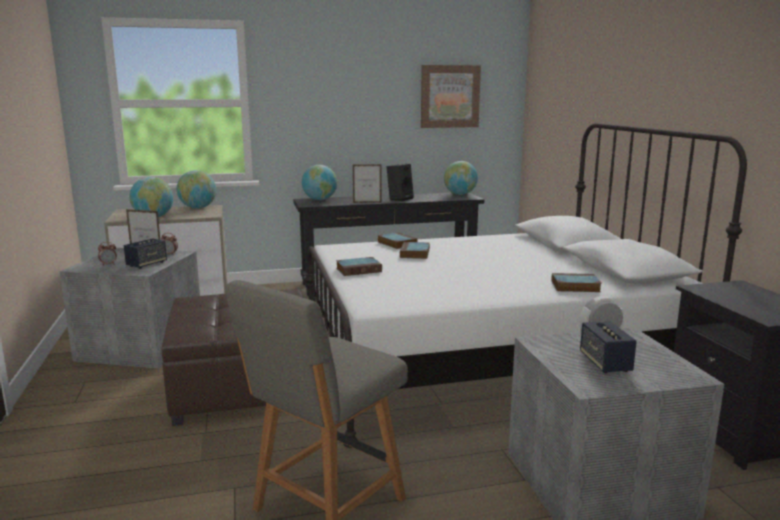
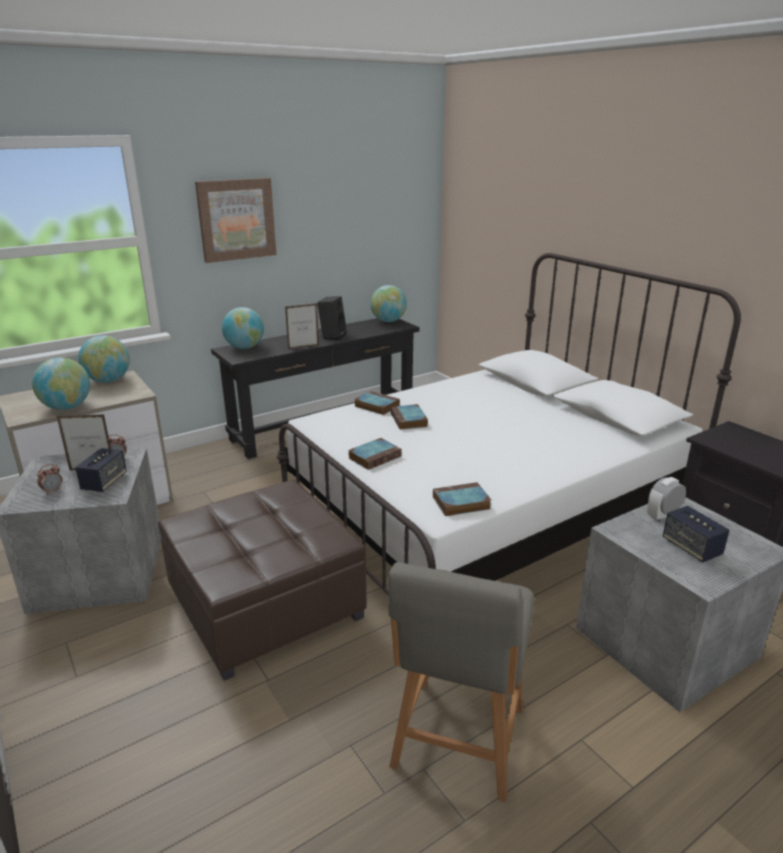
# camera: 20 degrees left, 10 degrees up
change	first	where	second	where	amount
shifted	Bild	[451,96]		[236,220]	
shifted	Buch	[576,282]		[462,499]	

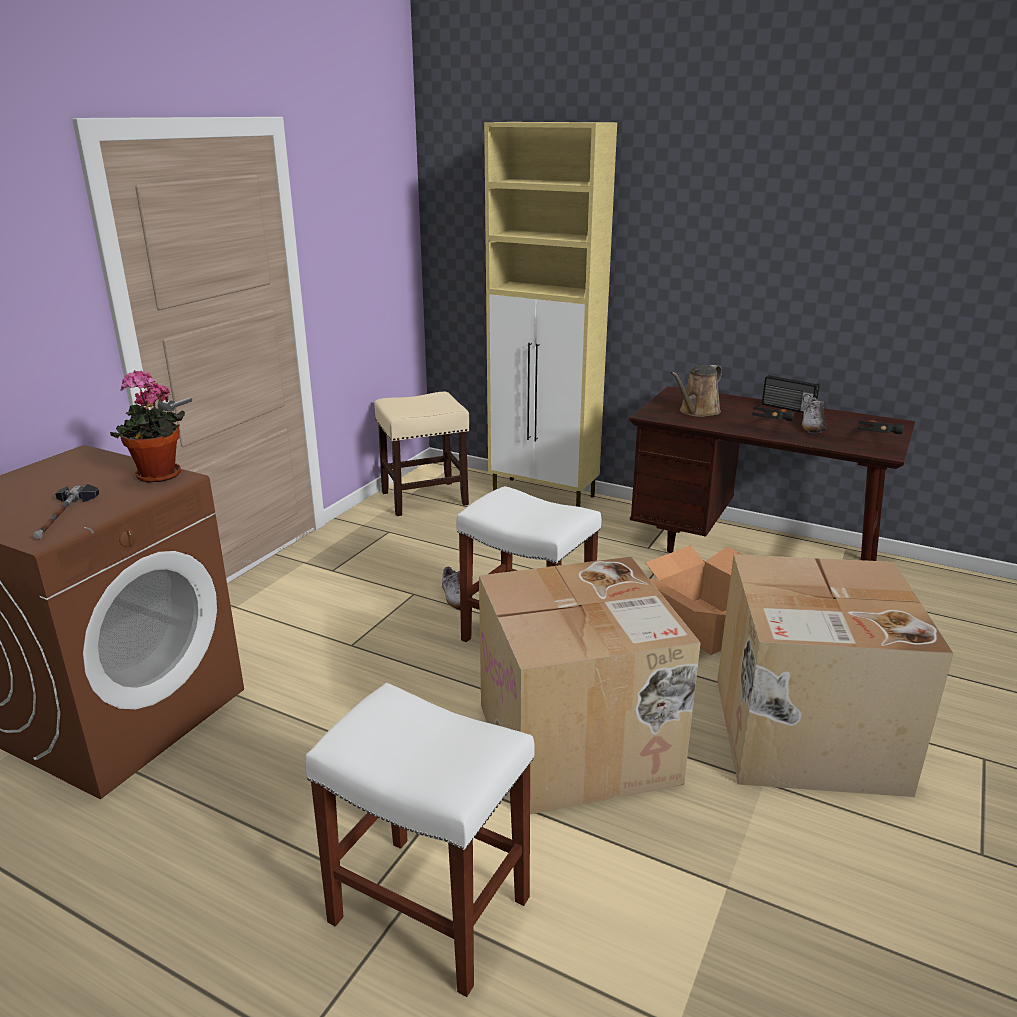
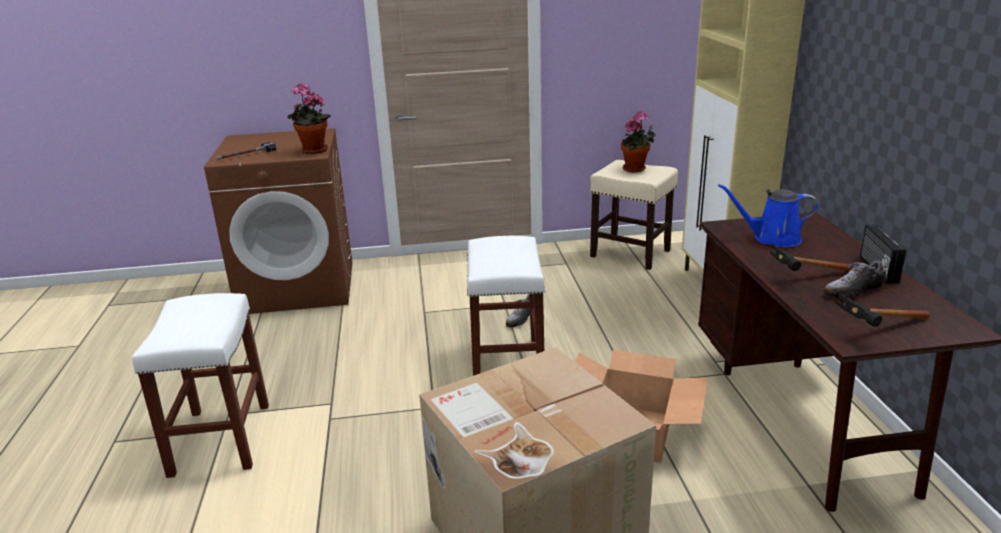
# camera: 55 degrees right, 0 degrees up
change	first	where	second	where	amount
repainted	Gießkanne (braun)	[696,391]	Gießkanne (blau)	[768,215]	
gone	Karton	[590,685]			
new			Topfpflanze	[638,141]	

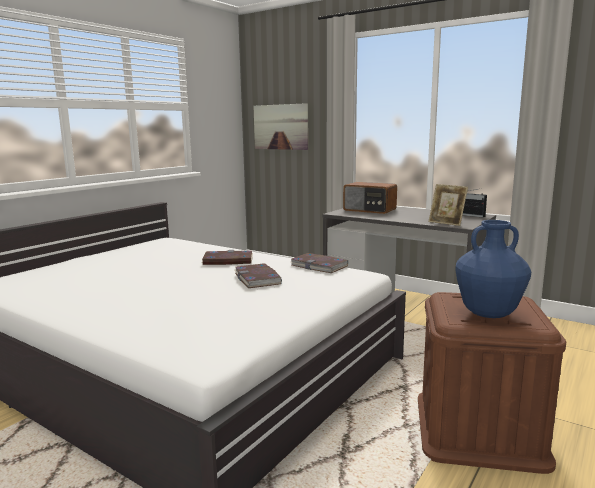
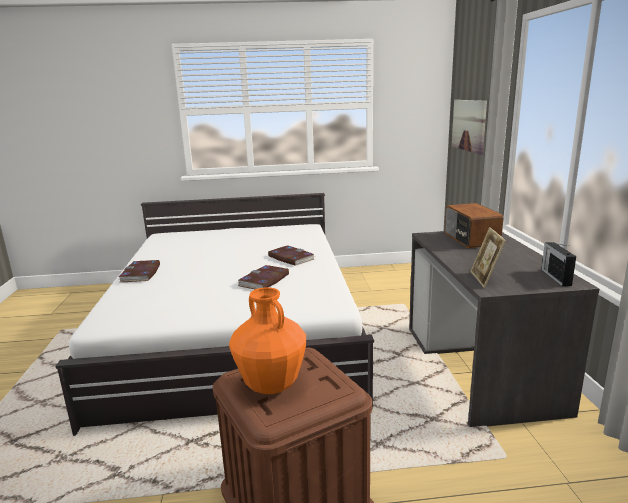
# camera: 50 degrees right, 5 degrees up
change	first	where	second	where	amount
repainted	Vase (blau)	[493,269]	Vase (orange)	[267,340]	
shifted	Buch	[319,263]		[139,271]	

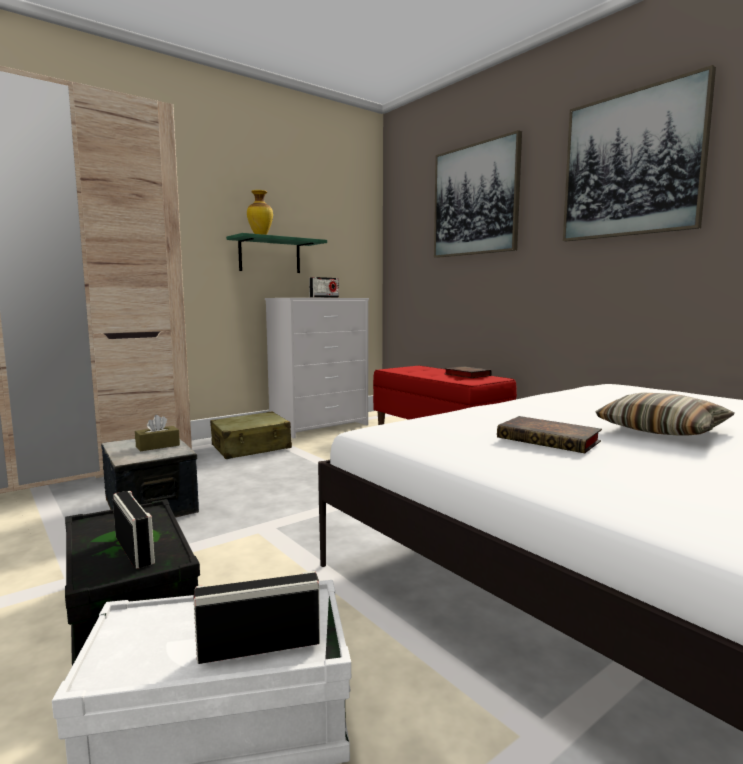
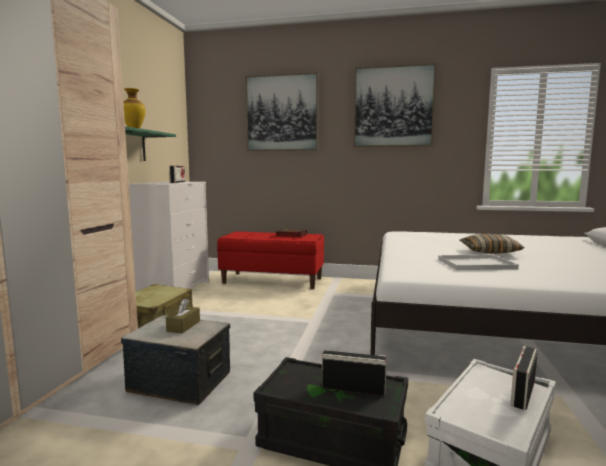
# camera: 40 degrees left, 0 degrees up
change	first	where	second	where	amount
swapped	Buch	[549,434]	Tablett (weiß)	[478,262]	

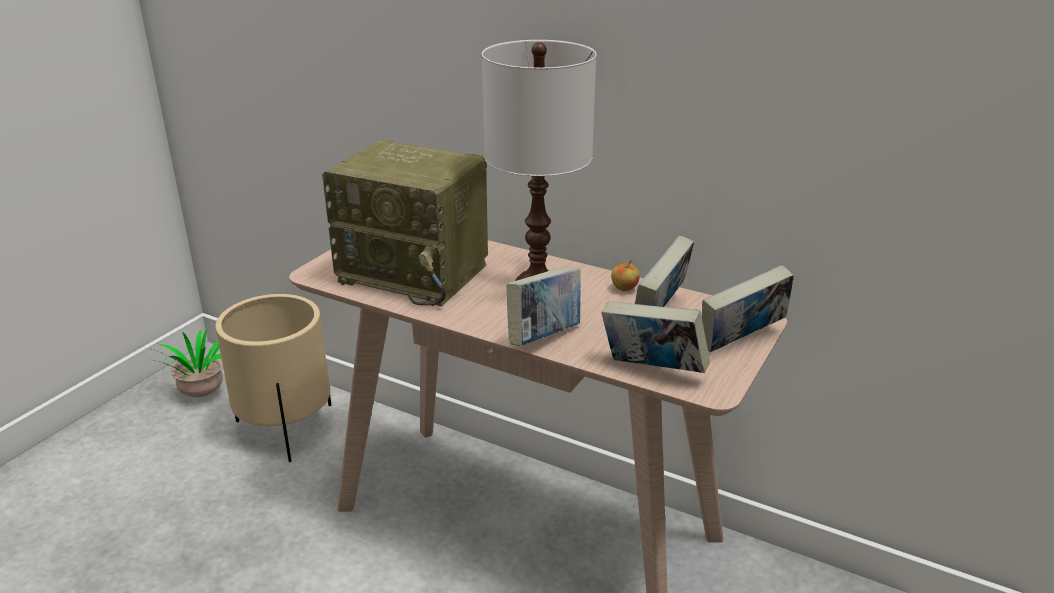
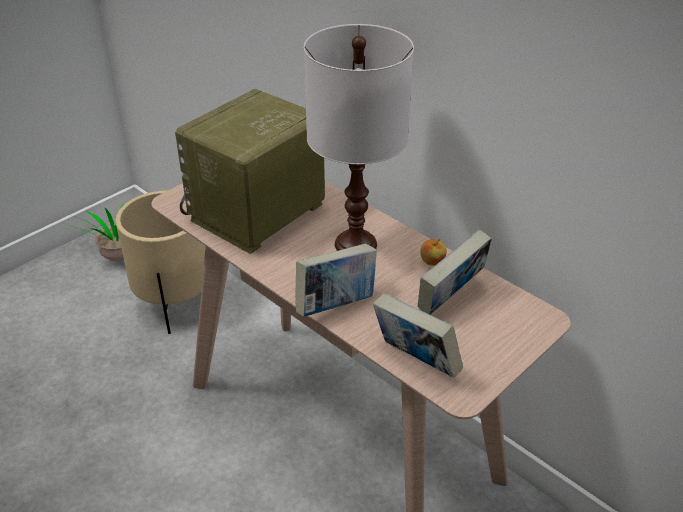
# camera: 15 degrees right, 10 degrees up
change	first	where	second	where	amount
rotated	Radio	[405,223]		[250,171]	90 degrees clockwise
gone	Buch	[748,308]			

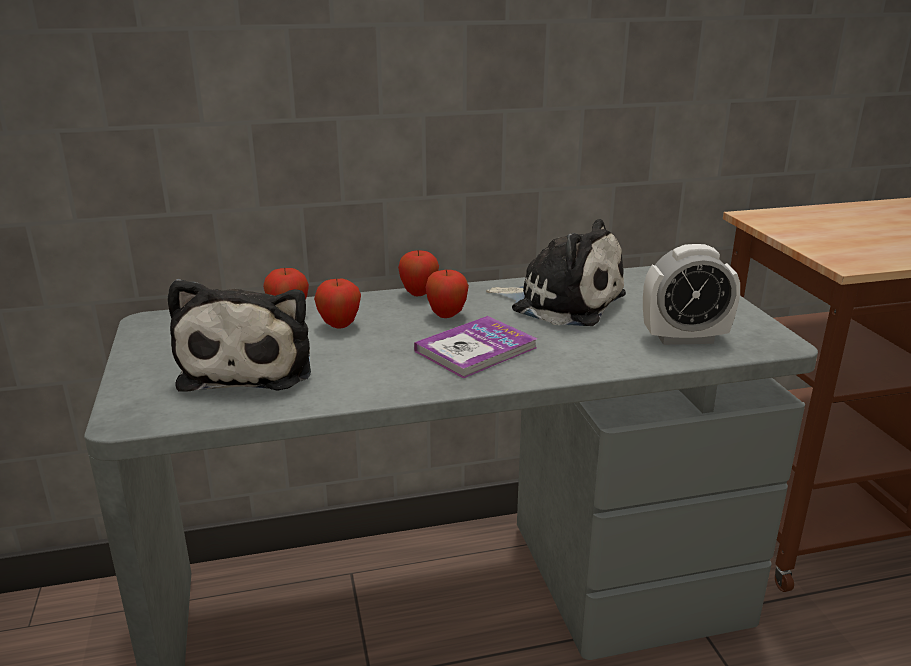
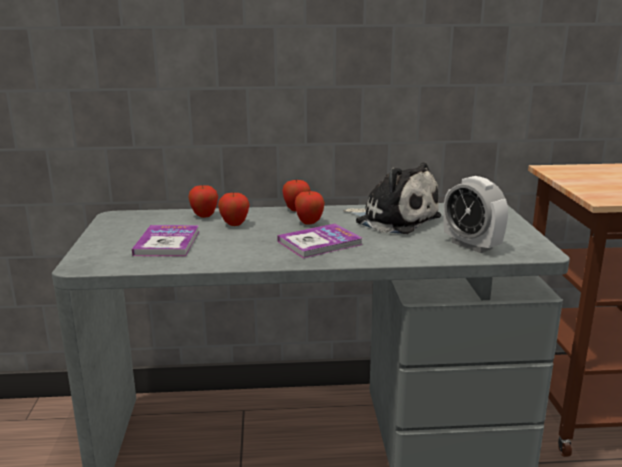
# camera: 10 degrees right, 5 degrees down
change	first	where	second	where	amount
rotated	Wecker	[691,294]		[475,214]	45 degrees clockwise
swapped	Plüschtier	[239,335]	Buch	[165,240]	

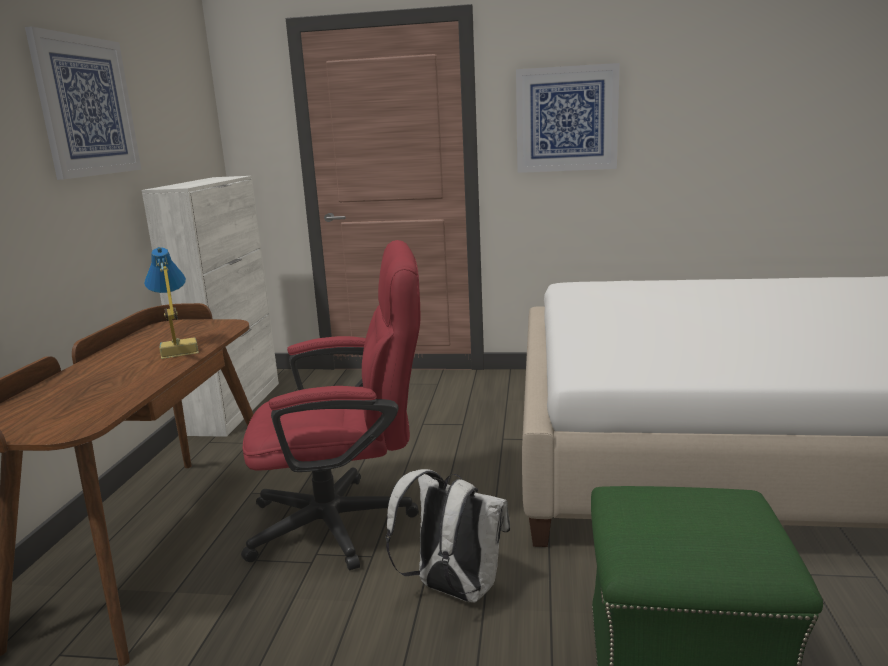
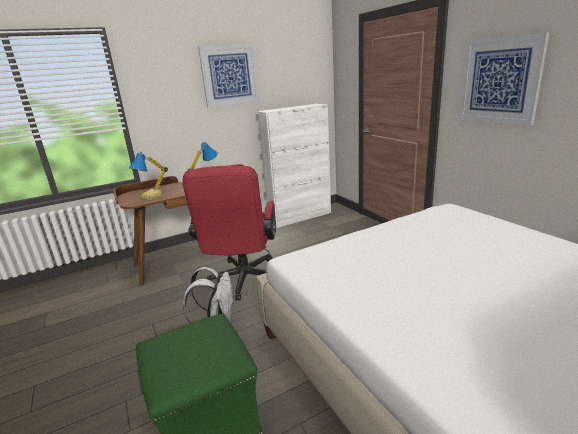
# camera: 55 degrees right, 5 degrees up
change	first	where	second	where	amount
rotated	Bürostuhl (rot)	[331,405]		[229,233]	45 degrees clockwise
new			Tischlampe	[148,176]	

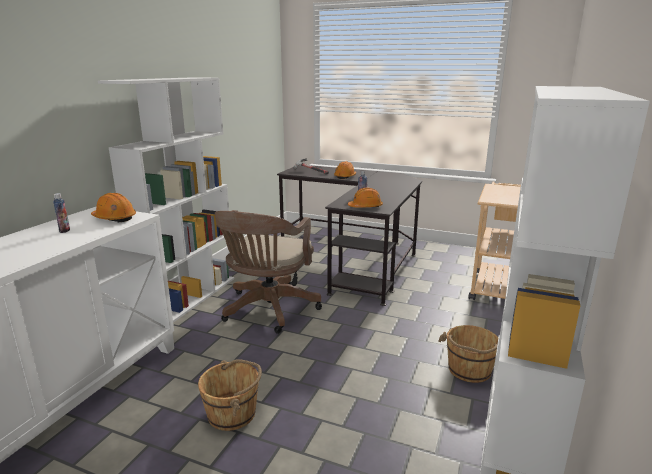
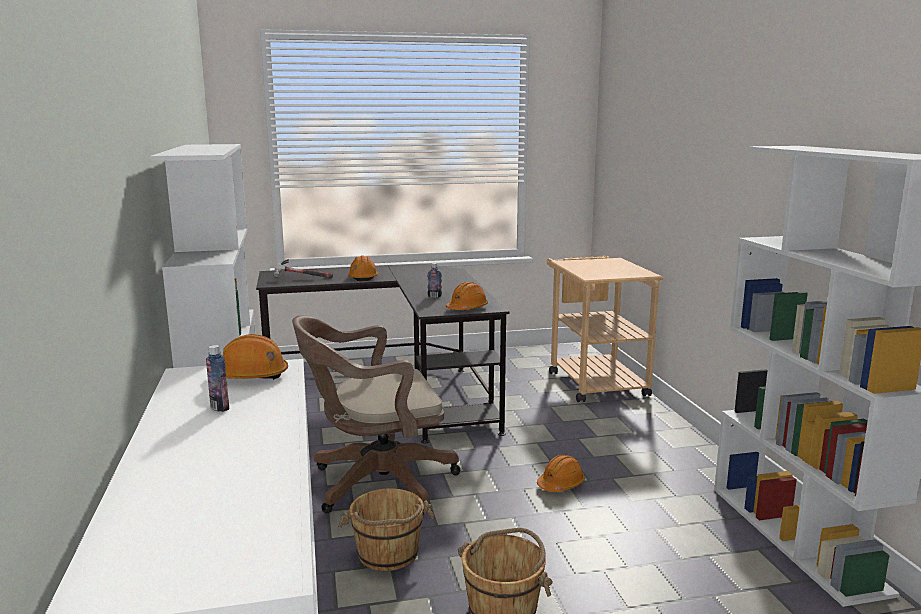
# camera: 35 degrees left, 5 degrees down
change	first	where	second	where	amount
rotated	Bürostuhl (braun)	[268,272]		[376,415]	90 degrees clockwise
shifted	Eimer (braun)	[468,354]		[386,530]	
new			Schutzhelm (orange)	[561,473]	

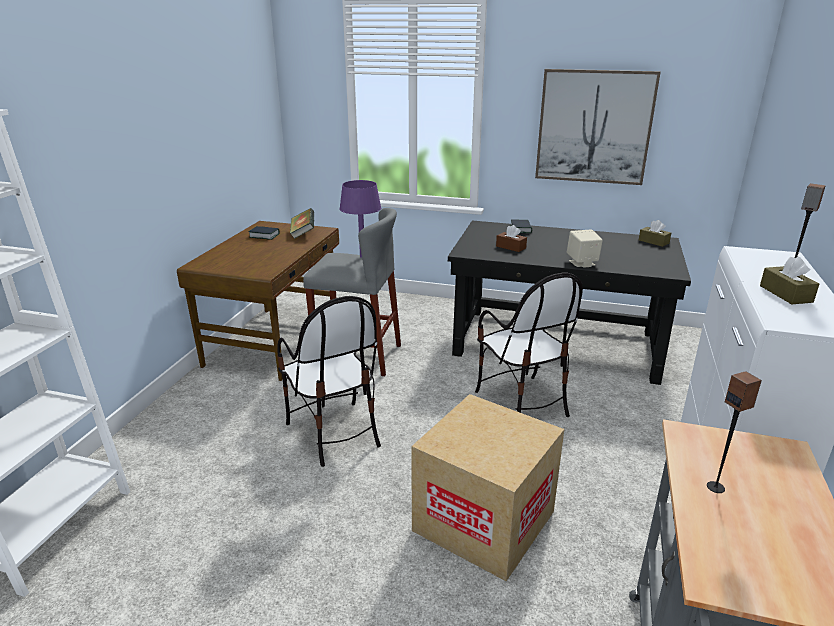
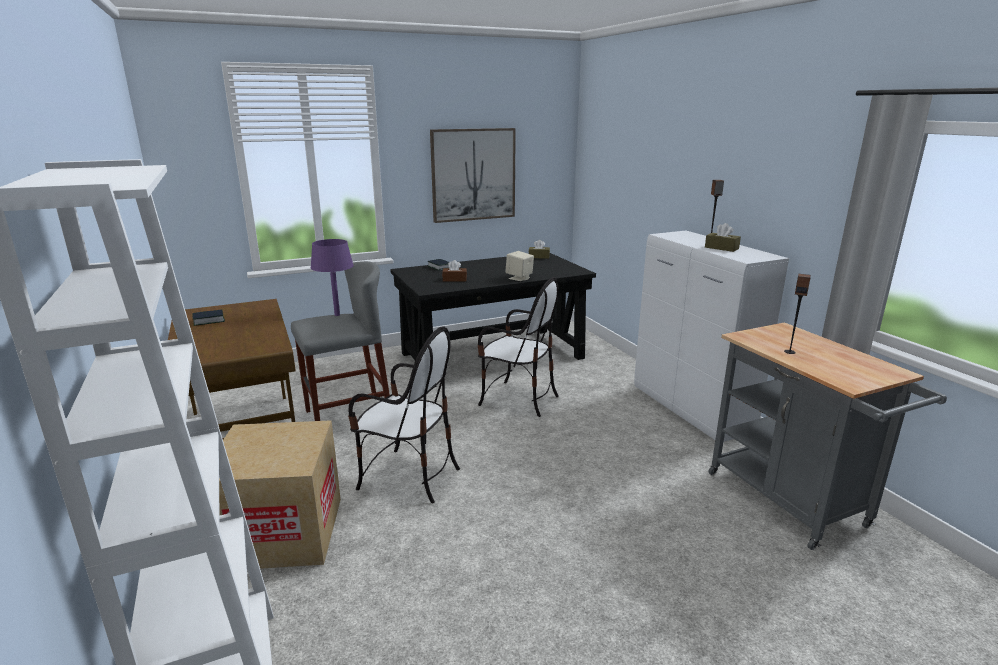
# camera: 40 degrees left, 5 degrees down
change	first	where	second	where	amount
gone	Buch	[302,223]			
shifted	Karton	[487,487]		[280,494]	

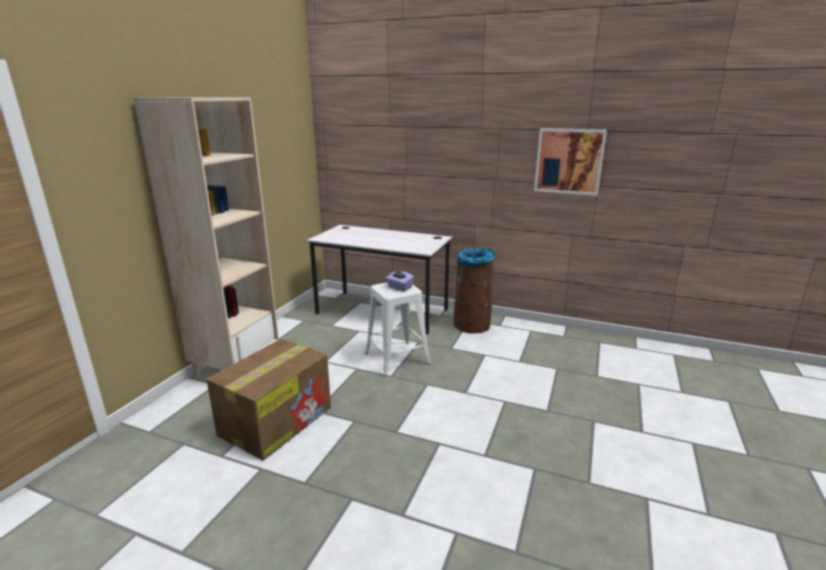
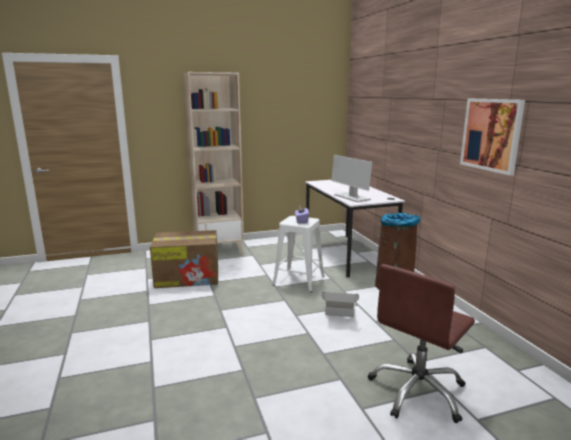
# camera: 50 degrees right, 5 degrees down
change	first	where	second	where	amount
new			Monitor	[351,178]	
new			Bürostuhl (braun)	[421,343]	
new			Karton	[340,304]	

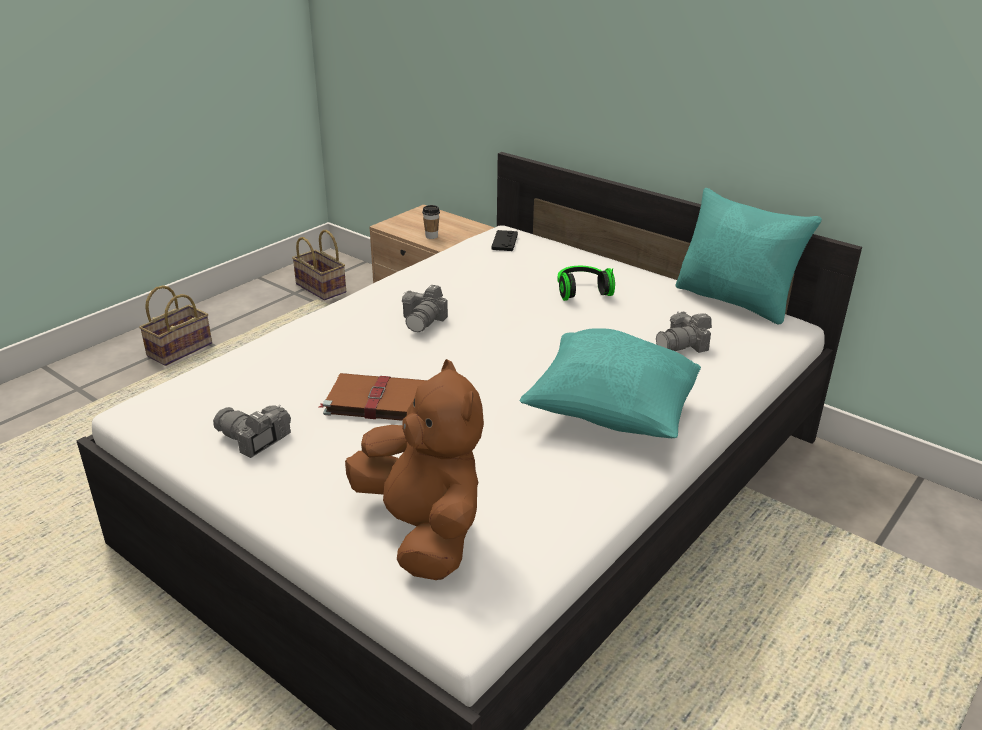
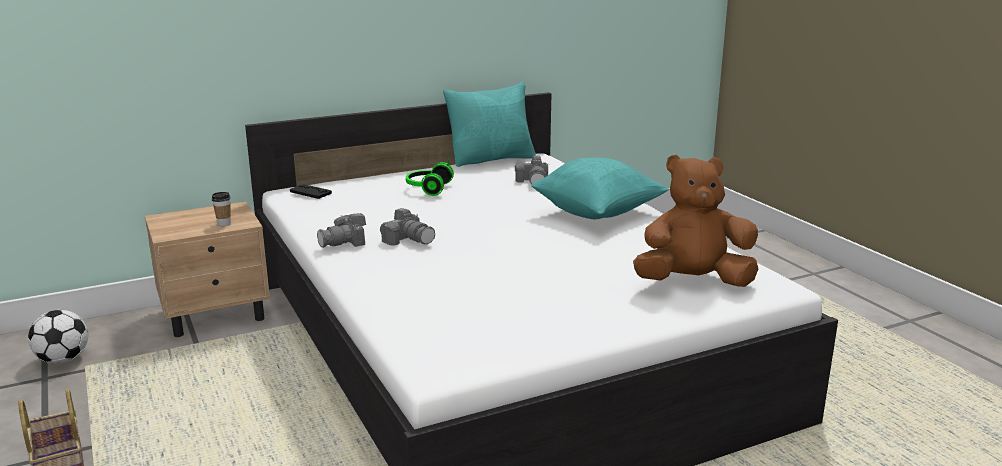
# camera: 65 degrees left, 10 degrees down
change	first	where	second	where	amount
swapped	Korb	[319,265]	Fußball	[58,337]	
gone	Buch (braun)	[373,397]			
shifted	Kamera	[252,431]		[341,230]	

